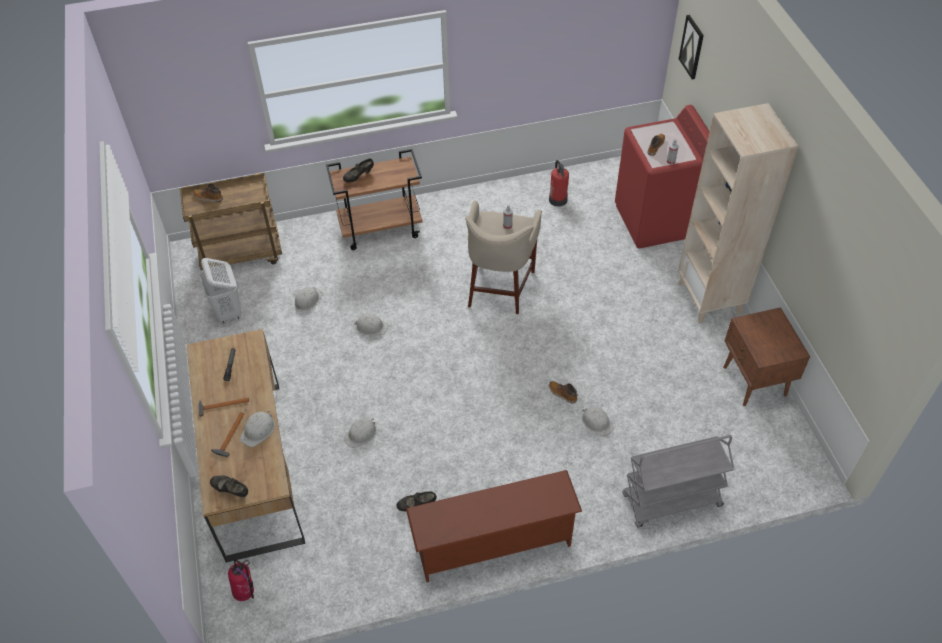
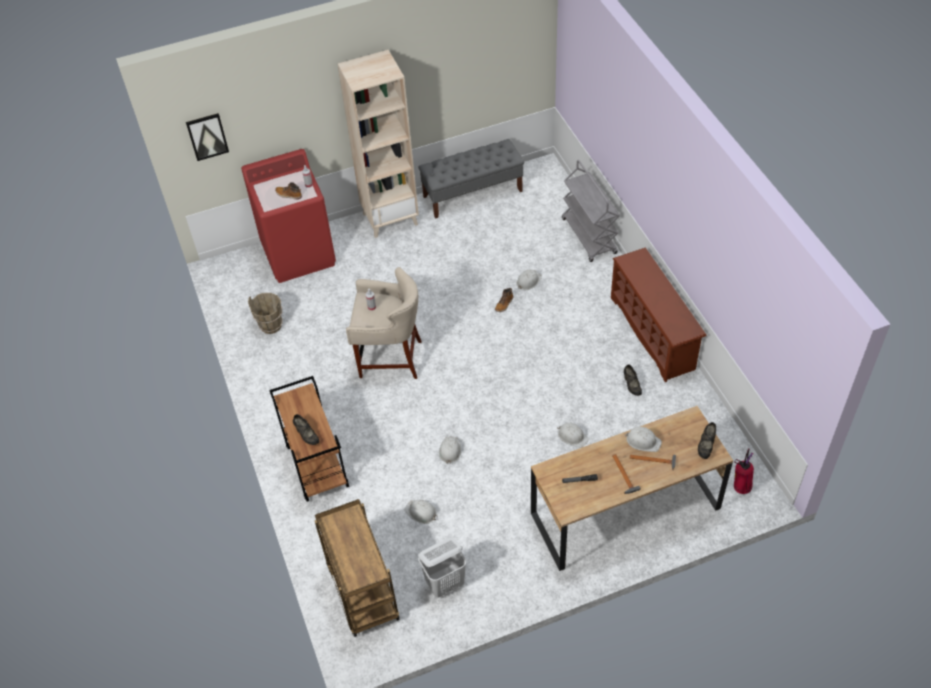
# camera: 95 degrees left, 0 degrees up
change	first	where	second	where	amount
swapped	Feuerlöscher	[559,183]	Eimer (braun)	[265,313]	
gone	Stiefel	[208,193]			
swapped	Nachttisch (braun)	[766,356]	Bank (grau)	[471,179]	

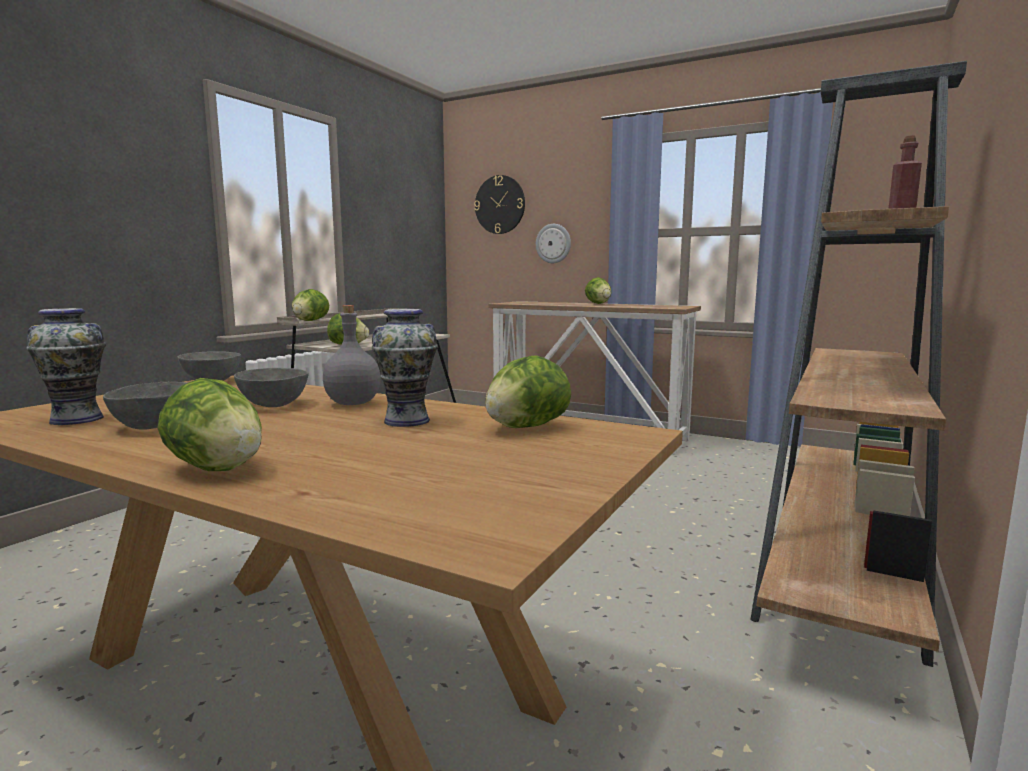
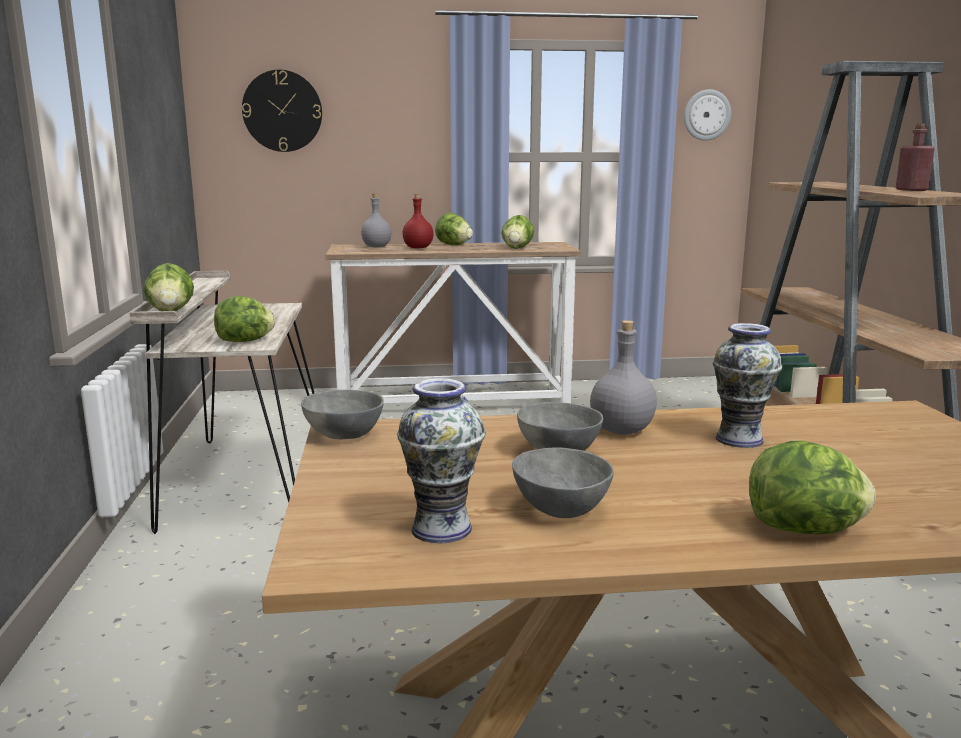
# camera: 35 degrees left, 5 degrees up
change	first	where	second	where	amount
shifted	Wanduhr	[553,243]		[707,115]	
shifted	Salatkopf	[528,391]		[517,232]	
new			Flasche (grau)	[376,220]	
new			Flasche (rot)	[418,221]	

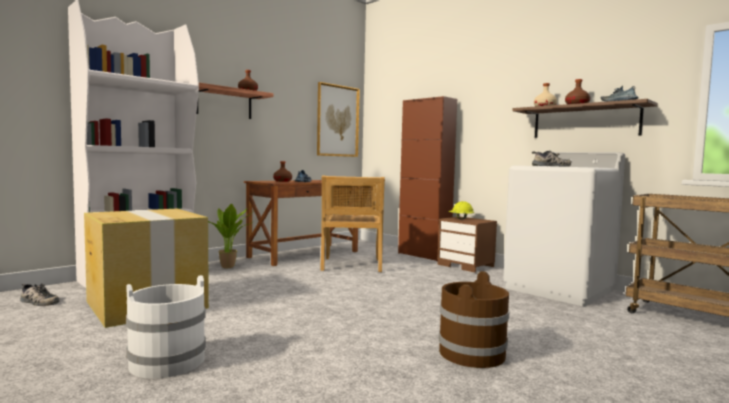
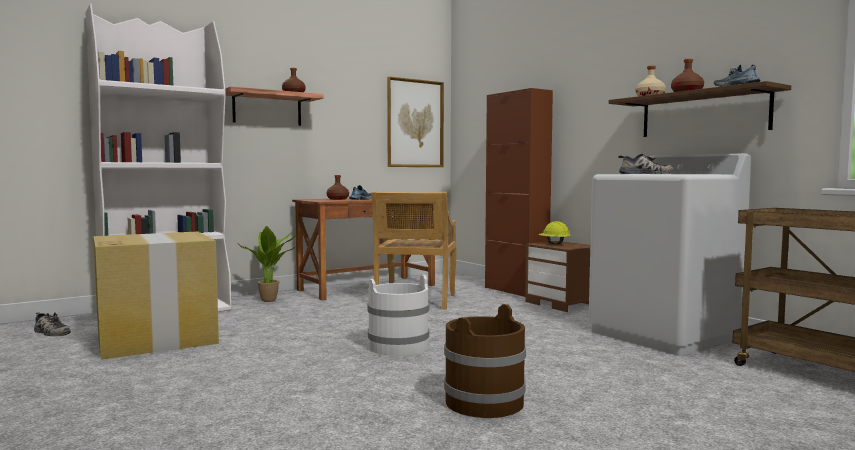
# camera: 10 degrees right, 0 degrees up
change	first	where	second	where	amount
shifted	Eimer (weiß)	[166,327]		[398,315]	

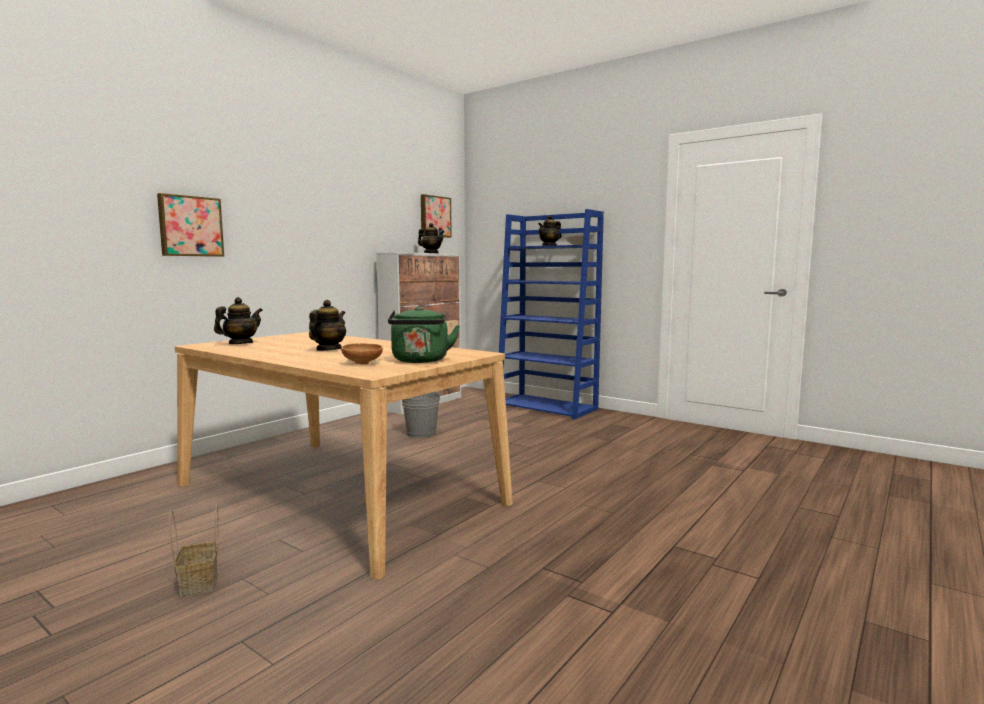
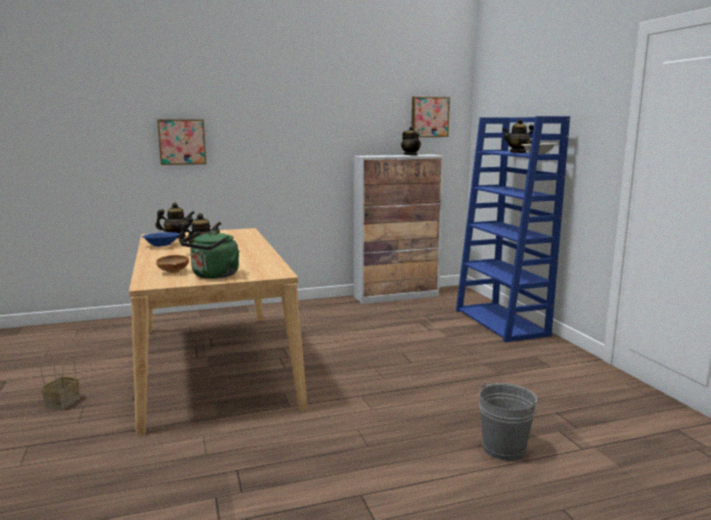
# camera: 35 degrees right, 5 degrees up
change	first	where	second	where	amount
shifted	Eimer (grau)	[422,414]		[509,422]	
new			Schüssel (blau)	[161,239]	

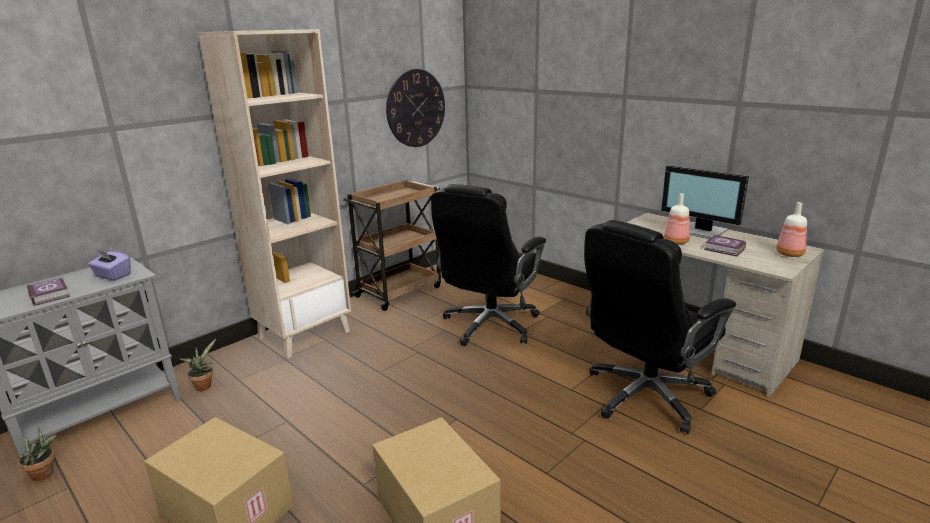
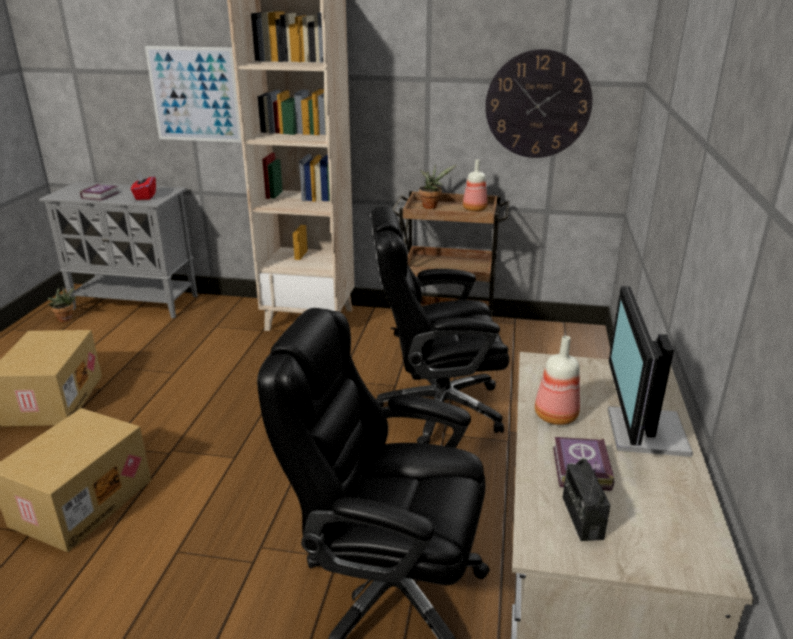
# camera: 55 degrees right, 5 degrees up
change	first	where	second	where	amount
shifted	Flasche	[791,229]		[475,185]	
repainted	Taschentuchbox (lila)	[109,265]	Taschentuchbox (rot)	[143,186]	
shifted	Topfpflanze	[197,365]		[437,186]	
new			Bild	[193,94]	
new			Radio	[586,499]	

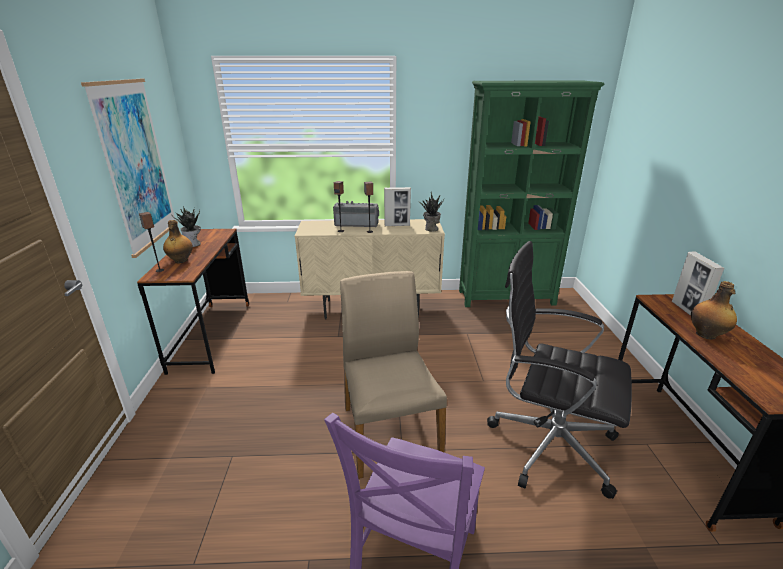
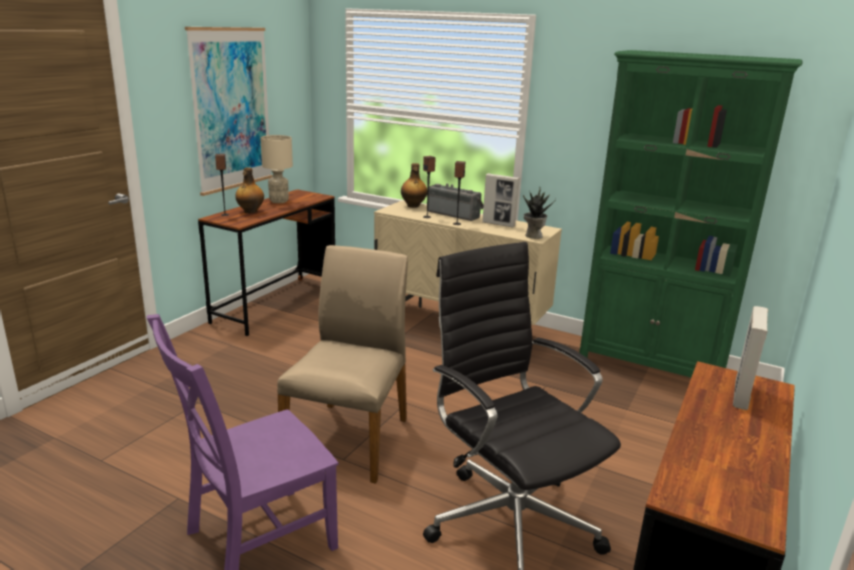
# camera: 30 degrees right, 5 degrees down
change	first	where	second	where	amount
swapped	Topfpflanze	[186,226]	Tischlampe (beige)	[276,169]	
shifted	Flasche	[714,310]		[414,185]	

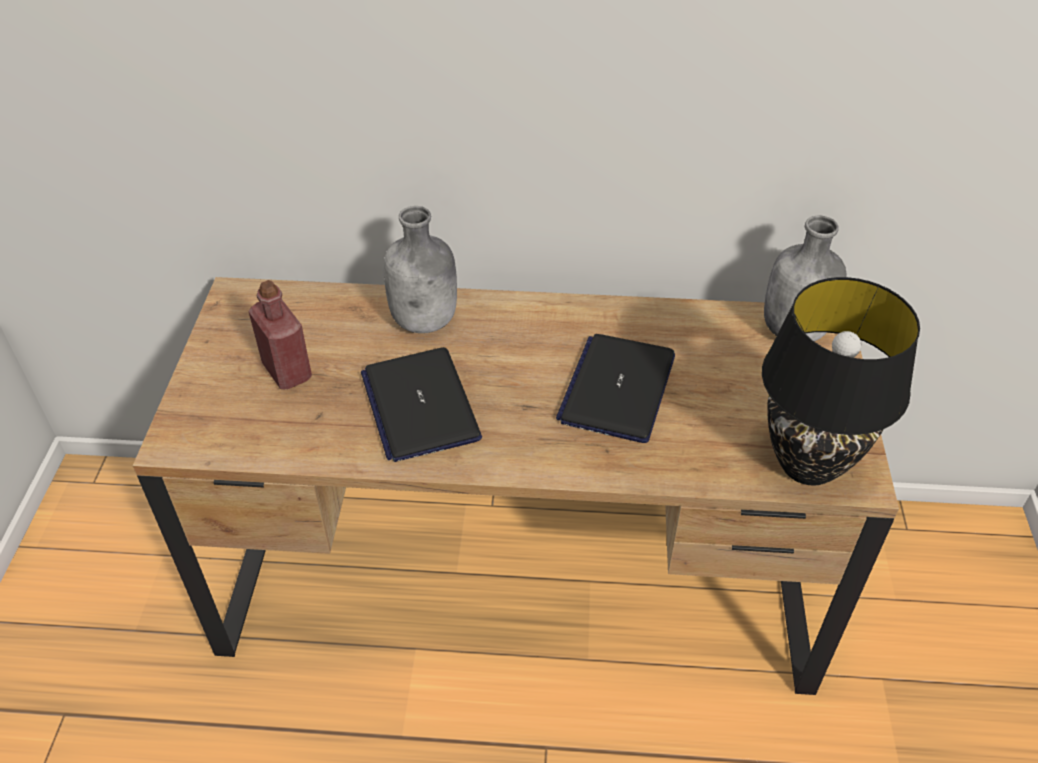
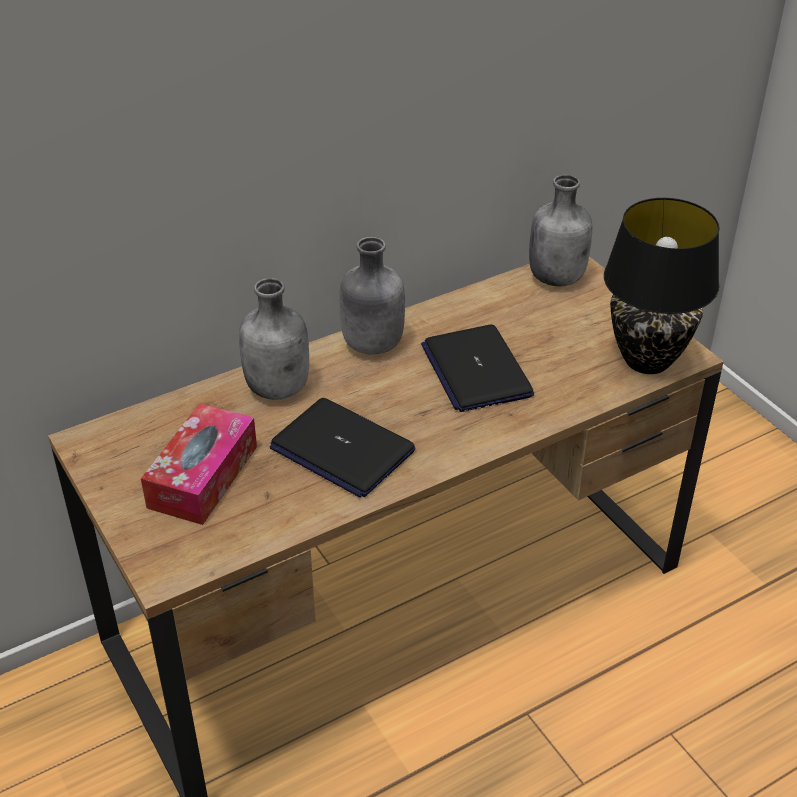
# camera: 35 degrees left, 5 degrees down
change	first	where	second	where	amount
swapped	Flasche (rot)	[280,334]	Taschentuchbox	[199,464]	
new			Flasche (grau)	[372,296]	

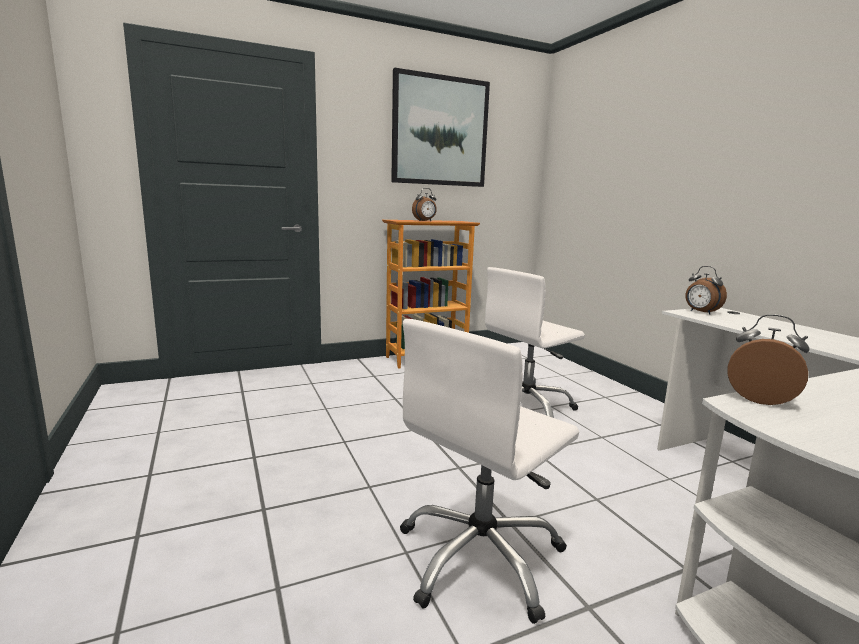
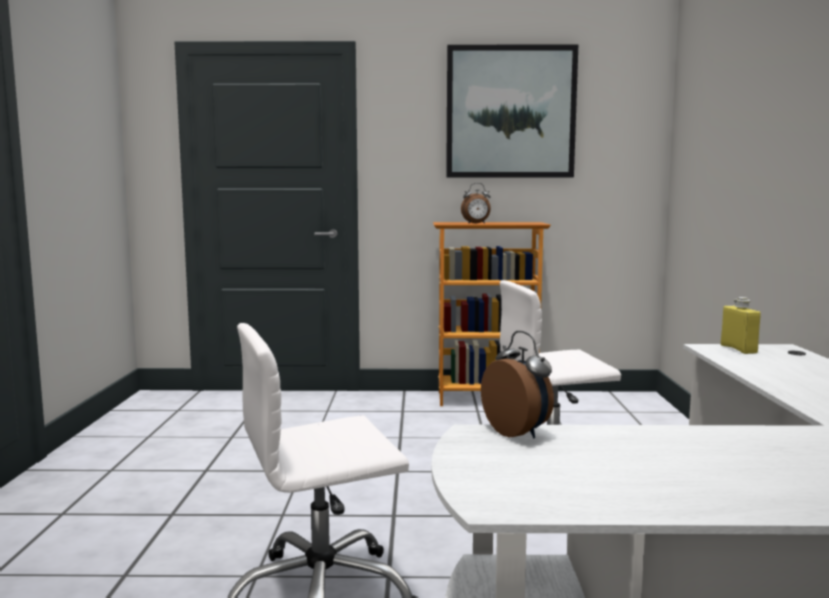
# camera: 25 degrees right, 5 degrees down
change	first	where	second	where	amount
swapped	Wecker	[706,290]	Flasche (gelb)	[741,325]	

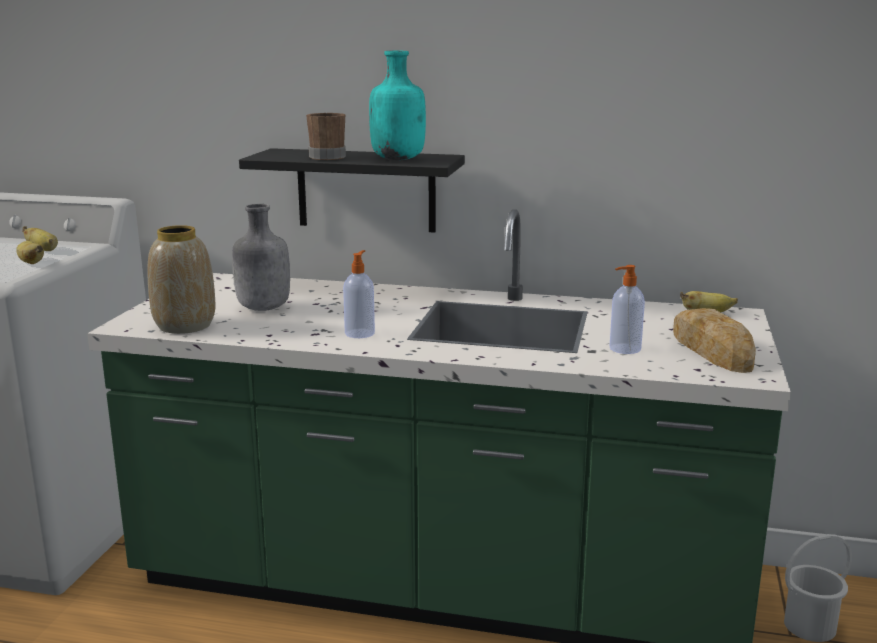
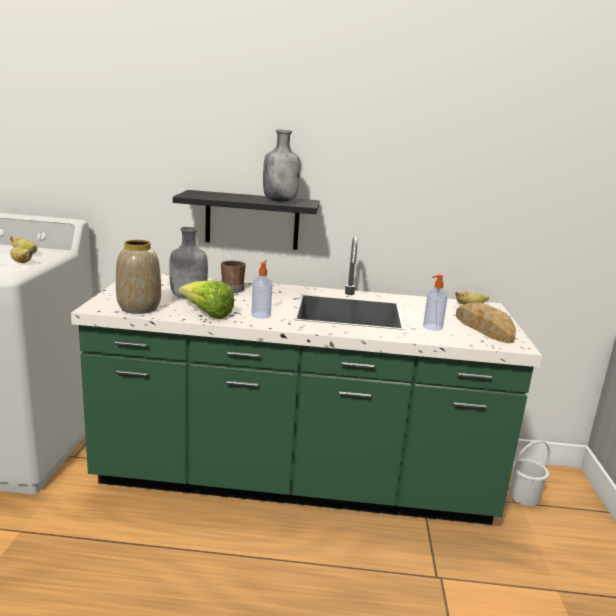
# camera: 10 degrees left, 0 degrees up
change	first	where	second	where	amount
repainted	Flasche (türkis)	[397,105]	Flasche (grau)	[281,165]	
shifted	Henkelbecher (braun)	[326,136]		[233,277]	
new			Salatkopf	[206,299]	

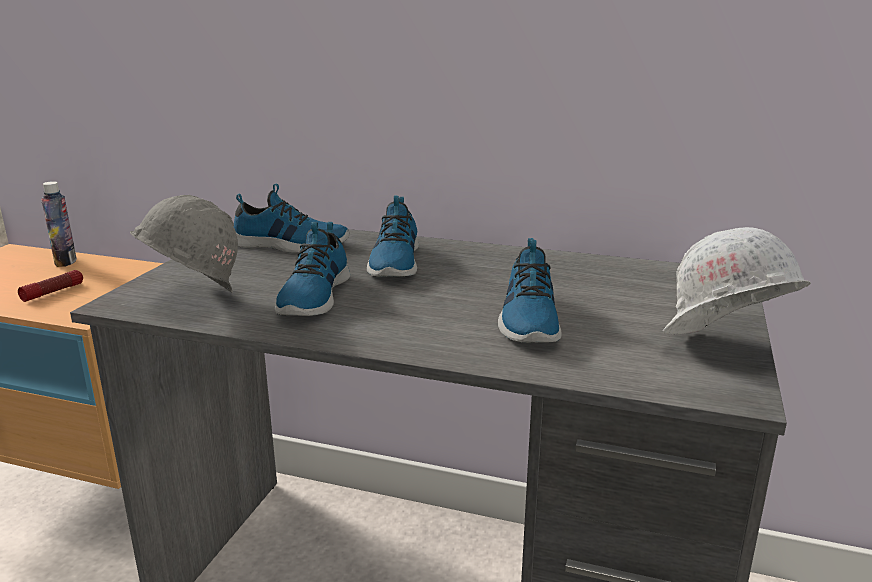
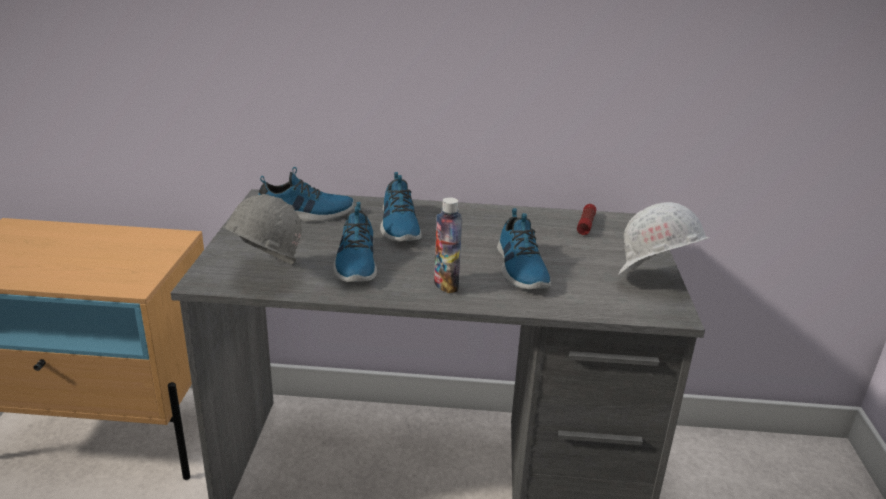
# camera: 15 degrees left, 5 degrees up
change	first	where	second	where	amount
shifted	Flasche	[59,224]		[448,245]	
shifted	Taschenlampe	[50,286]		[586,219]	

